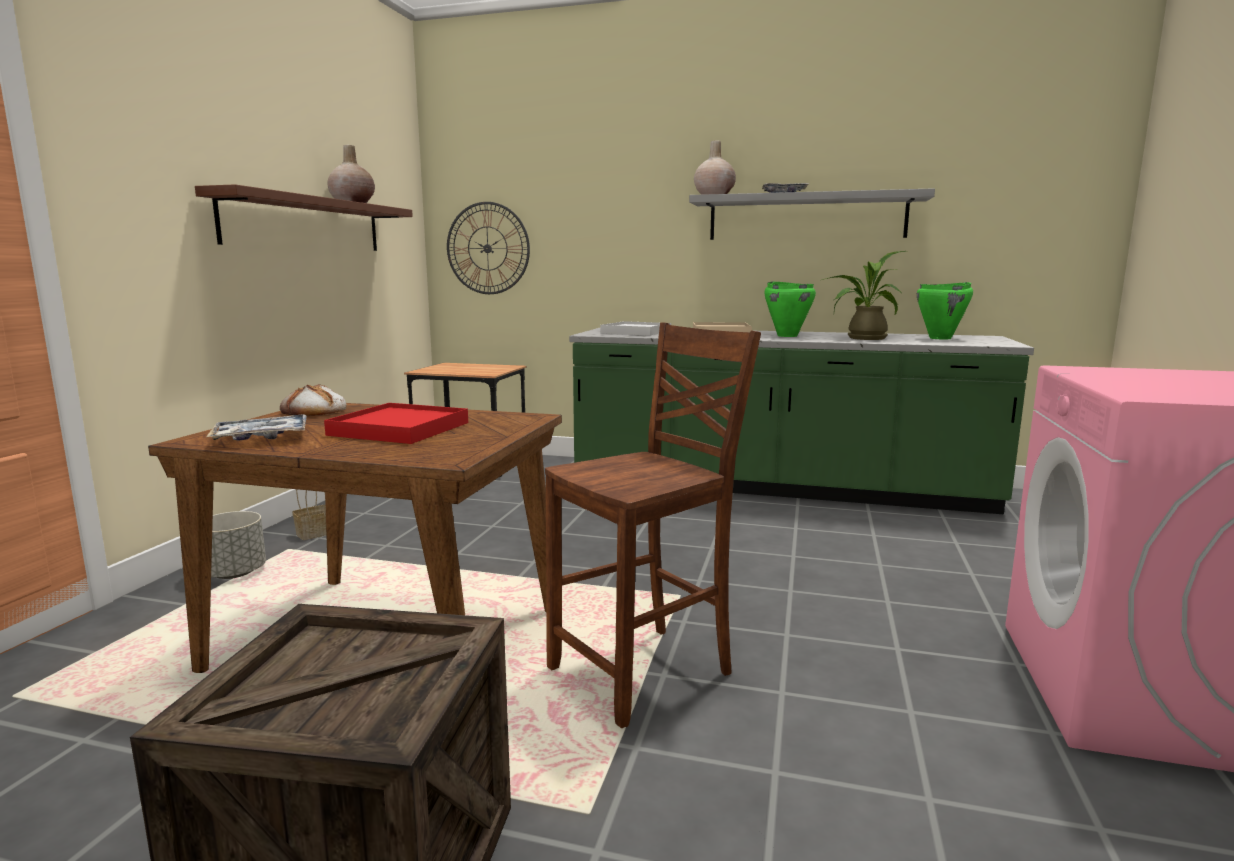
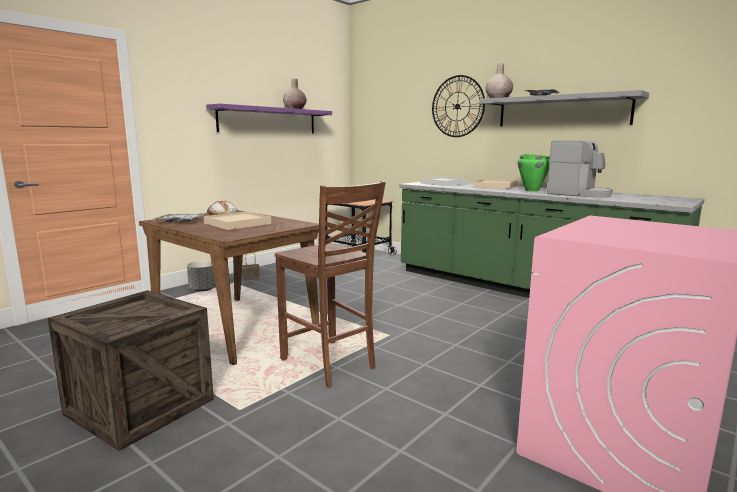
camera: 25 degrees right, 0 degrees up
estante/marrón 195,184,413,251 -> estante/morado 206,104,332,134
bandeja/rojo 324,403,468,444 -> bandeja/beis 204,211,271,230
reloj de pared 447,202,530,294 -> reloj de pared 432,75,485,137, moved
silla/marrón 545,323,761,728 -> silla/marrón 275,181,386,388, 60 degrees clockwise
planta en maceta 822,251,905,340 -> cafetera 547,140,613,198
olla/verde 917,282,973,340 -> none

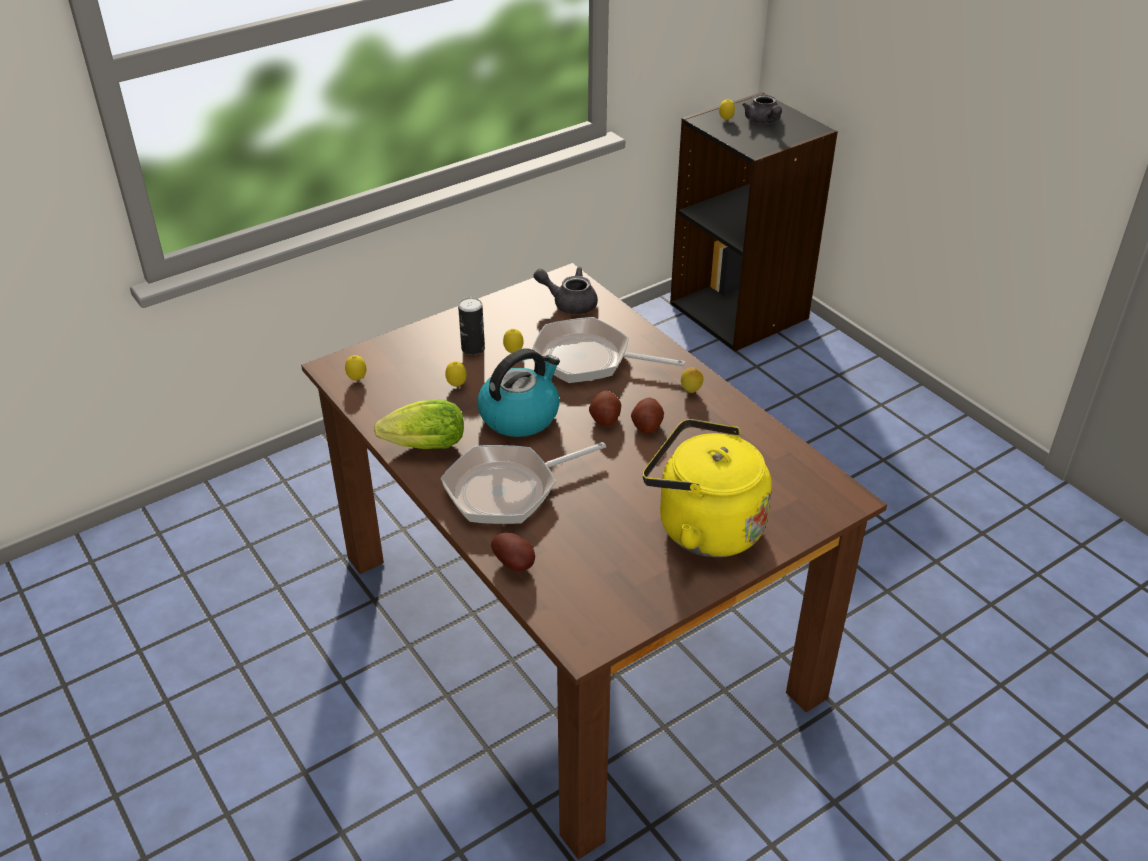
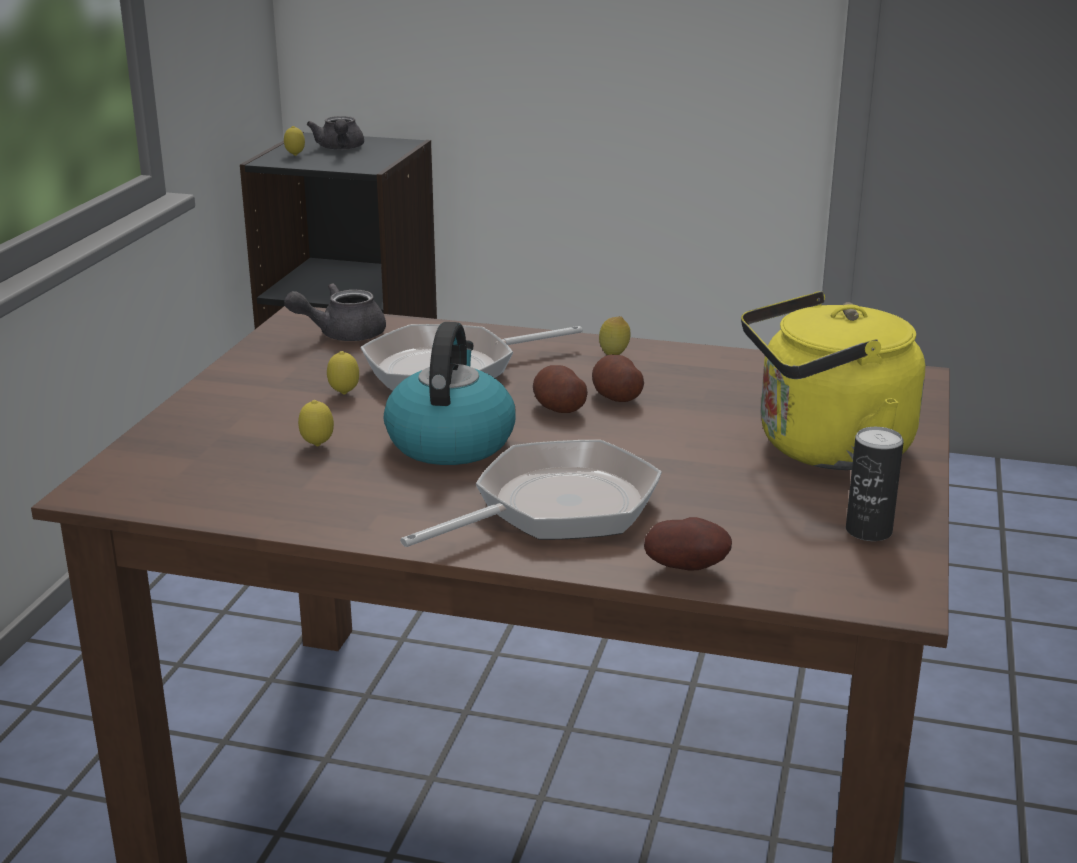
camera: 40 degrees left, 15 degrees down
limón 345,355,366,381 -> none
lechuga 374,400,464,449 -> none
sartén 441,442,606,524 -> sartén 400,440,662,547, 150 degrees counterclockwise
lata 458,297,485,355 -> lata 846,427,904,541, moved
tetera/gris 742,94,782,124 -> tetera/gris 307,116,364,150, 45 degrees clockwise

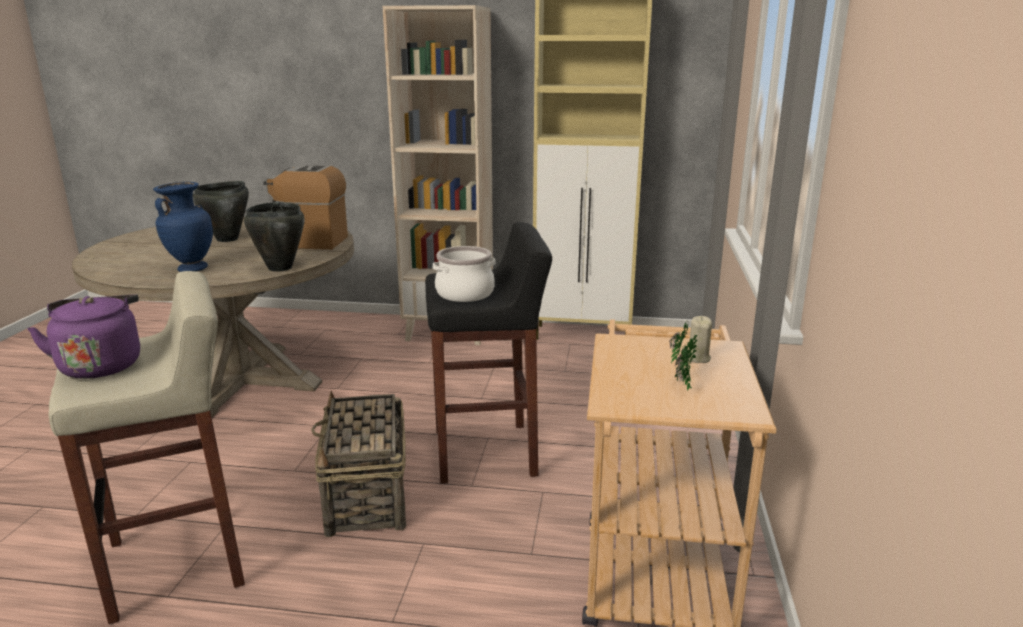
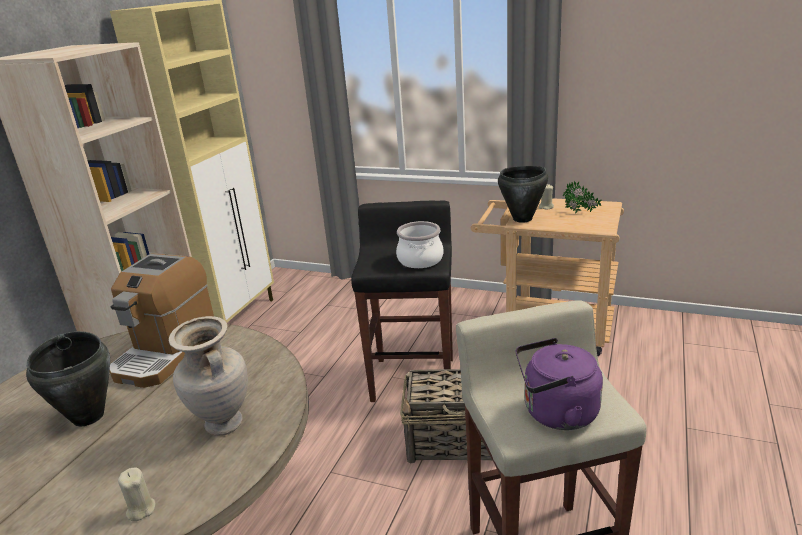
camera: 75 degrees left, 5 degrees up
florero/azul 153,182,213,272 -> florero/beis 169,316,248,436
olla/negro 244,202,305,272 -> olla/negro 498,166,548,223, moved
none -> vela/beis 118,468,155,521

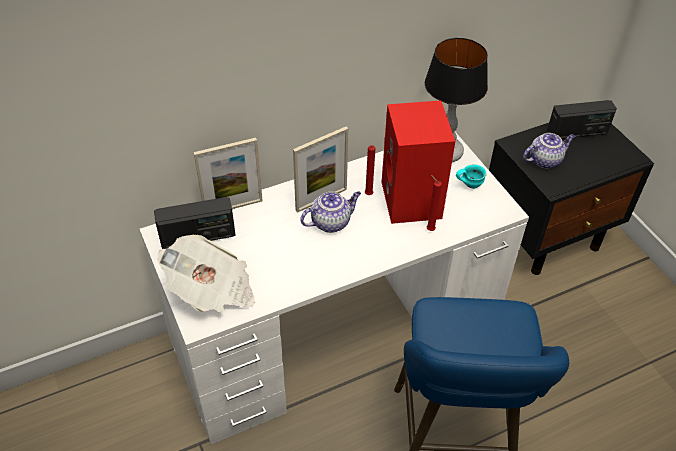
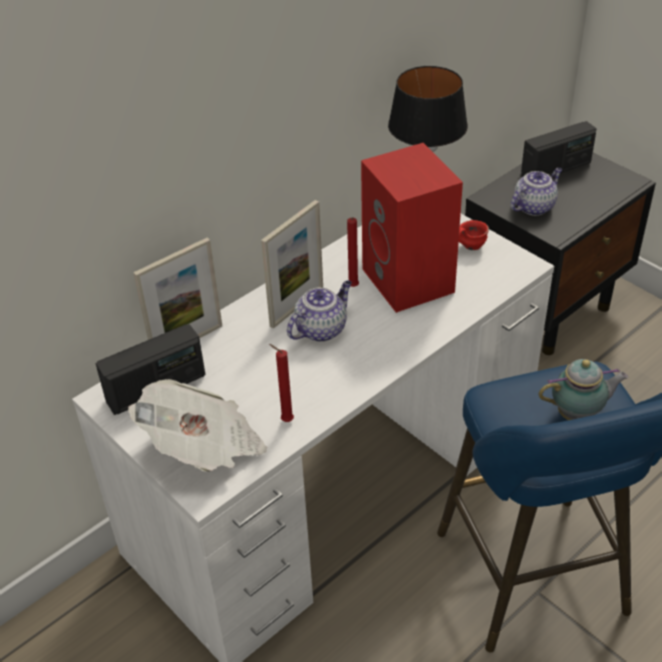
camera: 15 degrees left, 5 degrees down
vela/rojo 426,175,442,231 -> vela/rojo 269,344,294,422, moved
taza grande/turquesa 456,164,486,189 -> taza grande/rojo 459,220,489,250
none -> tetera 538,359,628,420

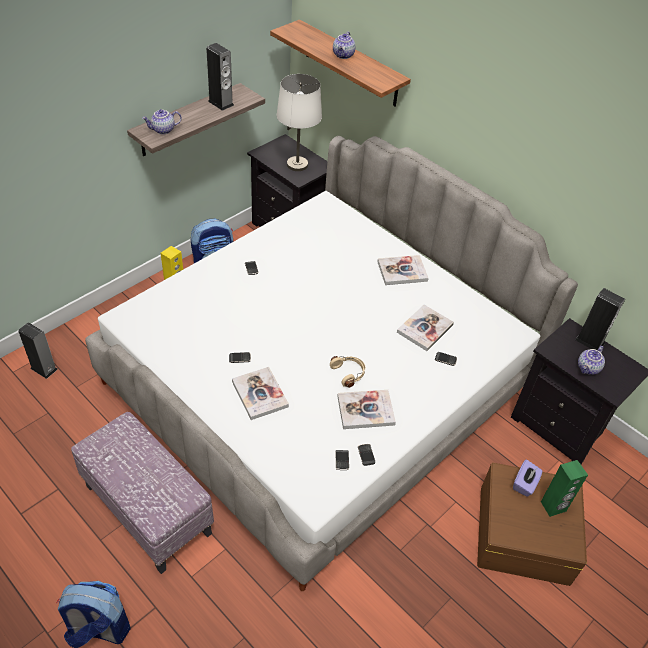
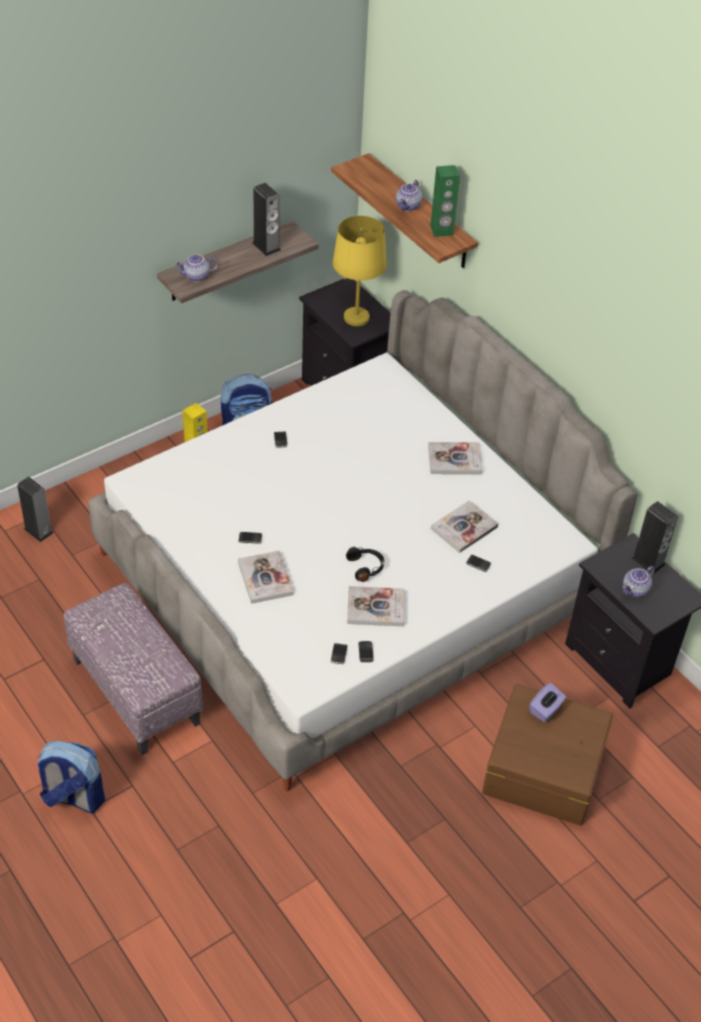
camera: 10 degrees right, 0 degrees up
lámpara de mesa/blanco 276,74,322,171 -> lámpara de mesa/amarillo 333,216,387,326
auriculares/beis 330,356,365,388 -> auriculares/negro 346,547,384,582
altavoz/verde 541,460,588,517 -> altavoz/verde 431,165,460,237, moved

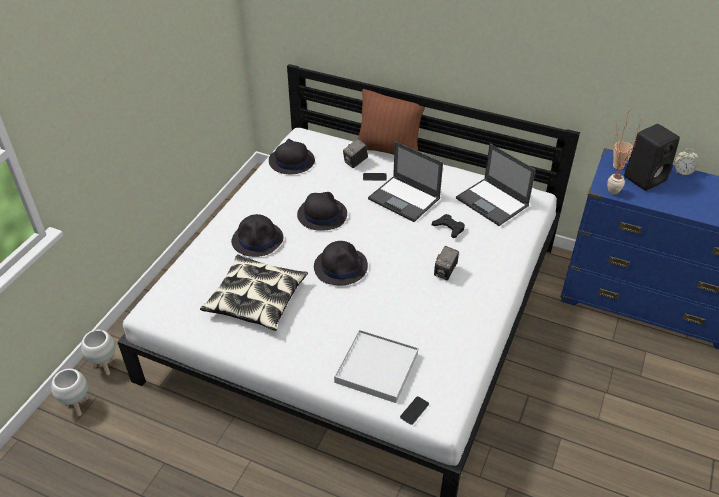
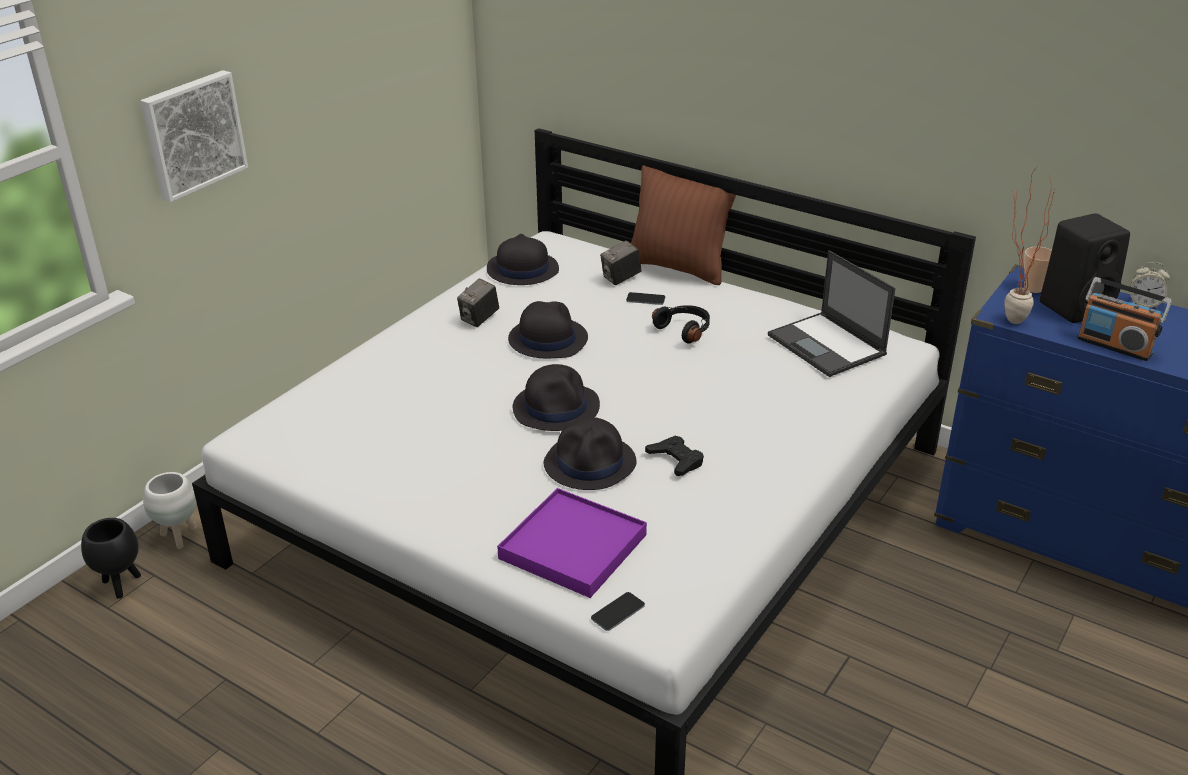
camera: 10 degrees right, 10 degrees down
maceta/blanco 51,369,89,416 -> maceta/negro 81,518,141,599
cojín 200,254,308,331 -> none
sombrero/negro 231,214,283,257 -> sombrero/negro 544,417,637,490, moved
bandeja/blanco 334,330,418,403 -> bandeja/morado 497,488,647,598
portátil 368,141,443,222 -> auriculares/negro 652,305,710,344
mando de consola/negro 432,214,465,238 -> mando de consola/negro 645,436,704,476, moved
cámara 434,246,459,281 -> cámara 457,278,499,327, moved
none -> cuadro 140,70,248,202
none -> radio 1077,277,1172,361

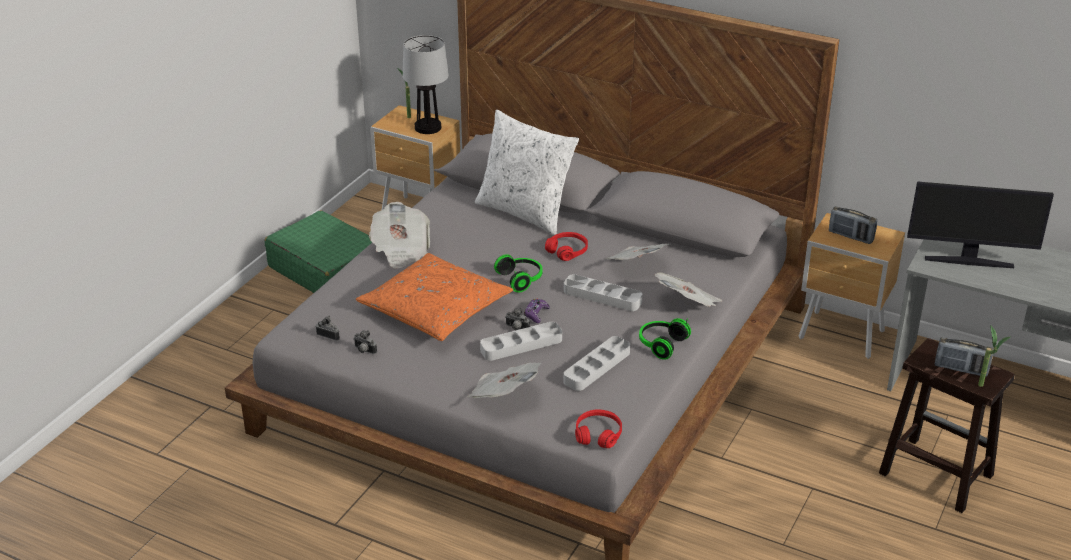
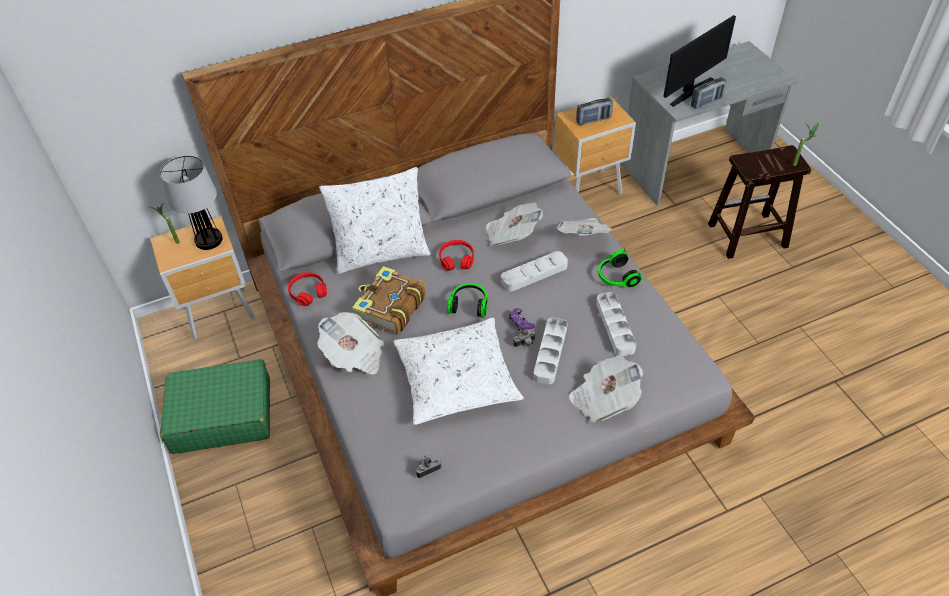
camera: 50 degrees left, 15 degrees up
cámara 354,330,377,354 -> none
cojín/naranja 356,253,513,341 -> cojín/blanco 393,318,524,425
auriculares/rojo 575,409,622,448 -> auriculares/rojo 288,272,327,306, moved
radio 935,337,993,377 -> radio 691,77,727,109, moved
none -> libro 352,266,426,335

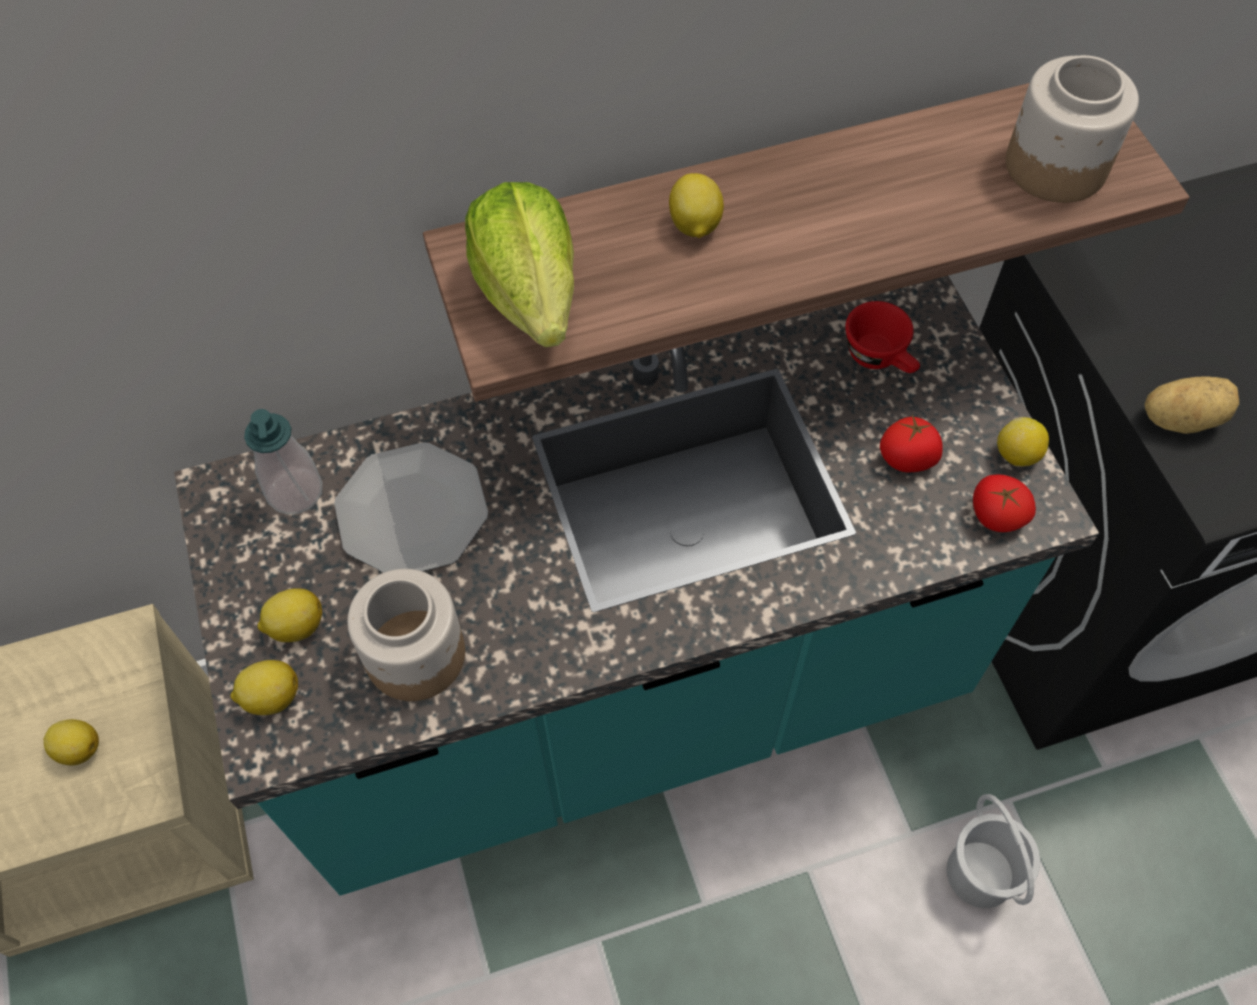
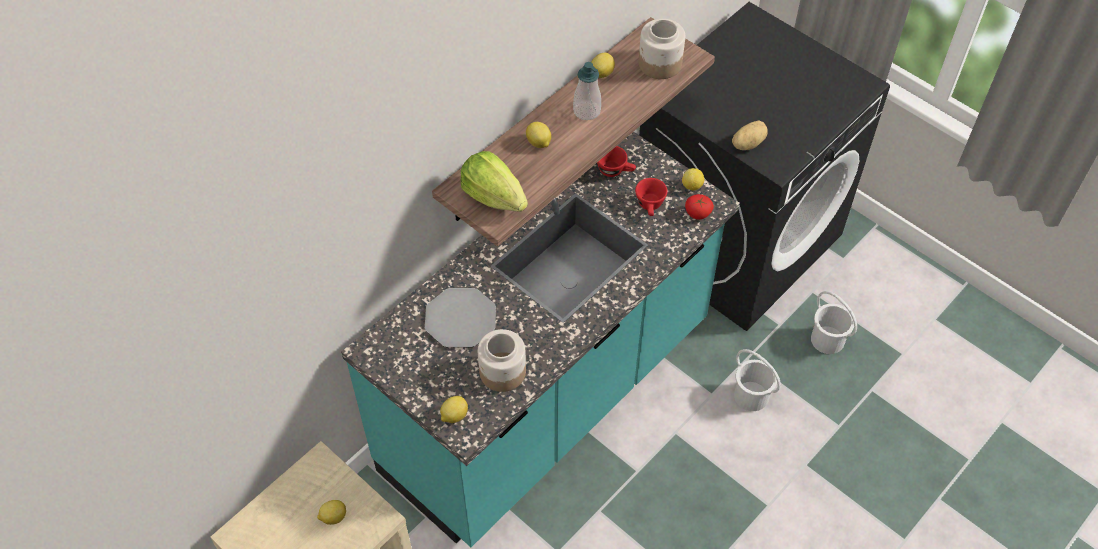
camera: 30 degrees left, 5 degrees down
dispensador de jabón 244,409,323,515 -> dispensador de jabón 573,62,601,120, moved
limón 258,589,322,642 -> limón 591,52,615,78, moved
tomate 880,415,943,472 -> taza/rojo 635,178,668,216
none -> cubo/blanco 811,291,857,354

